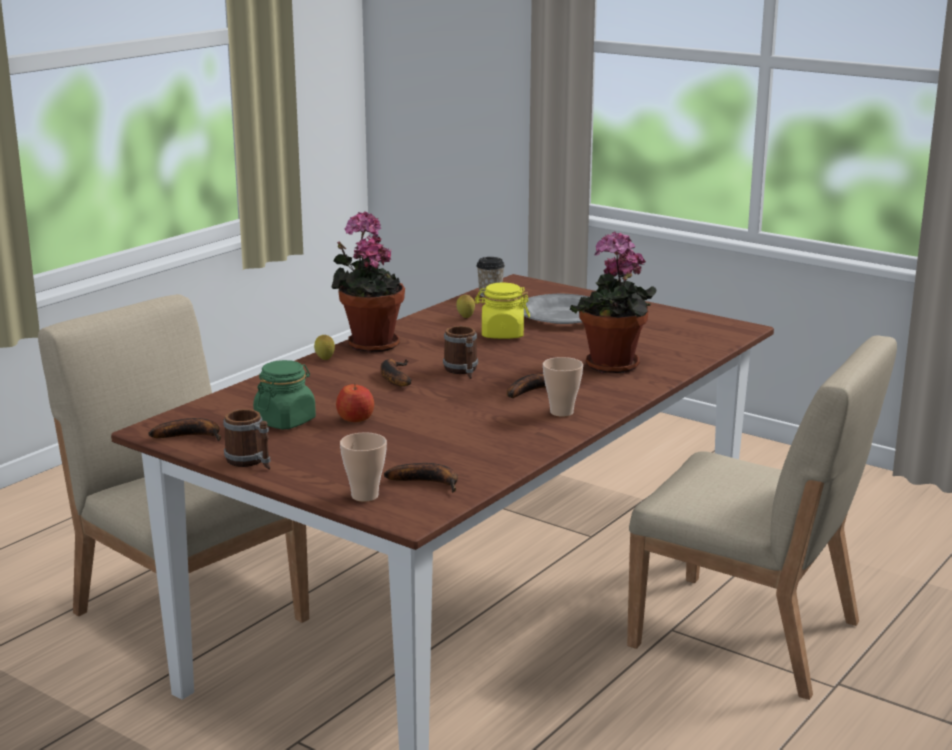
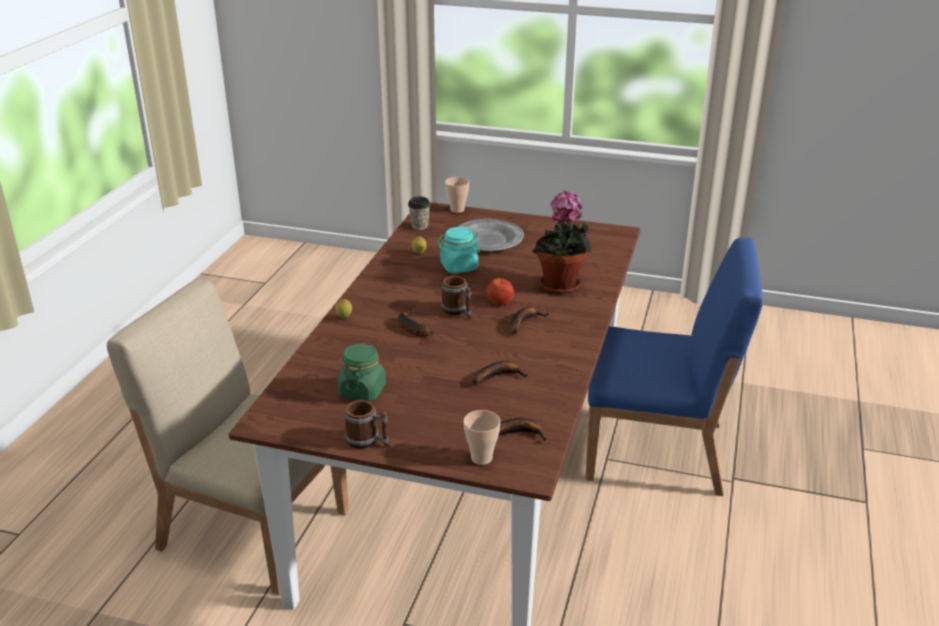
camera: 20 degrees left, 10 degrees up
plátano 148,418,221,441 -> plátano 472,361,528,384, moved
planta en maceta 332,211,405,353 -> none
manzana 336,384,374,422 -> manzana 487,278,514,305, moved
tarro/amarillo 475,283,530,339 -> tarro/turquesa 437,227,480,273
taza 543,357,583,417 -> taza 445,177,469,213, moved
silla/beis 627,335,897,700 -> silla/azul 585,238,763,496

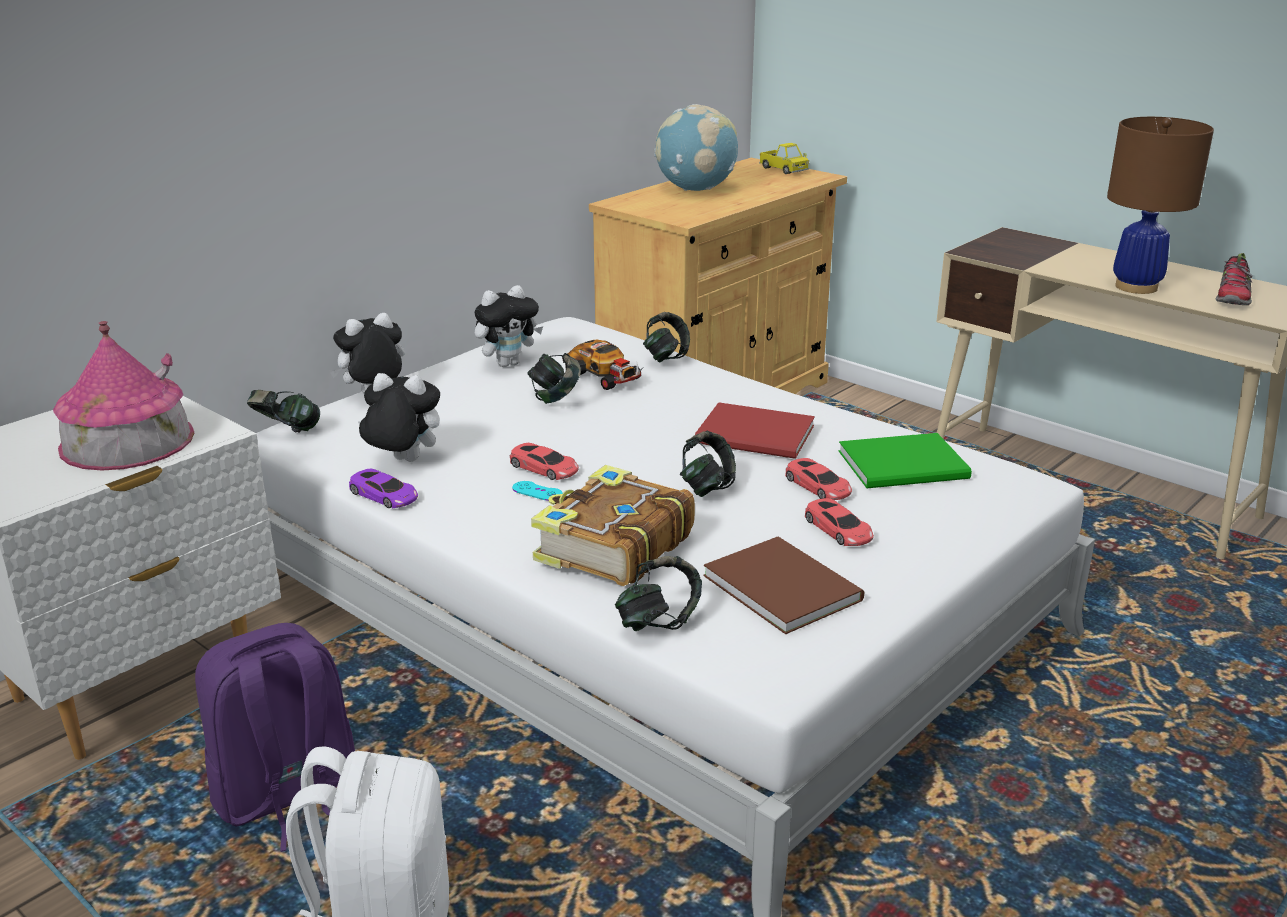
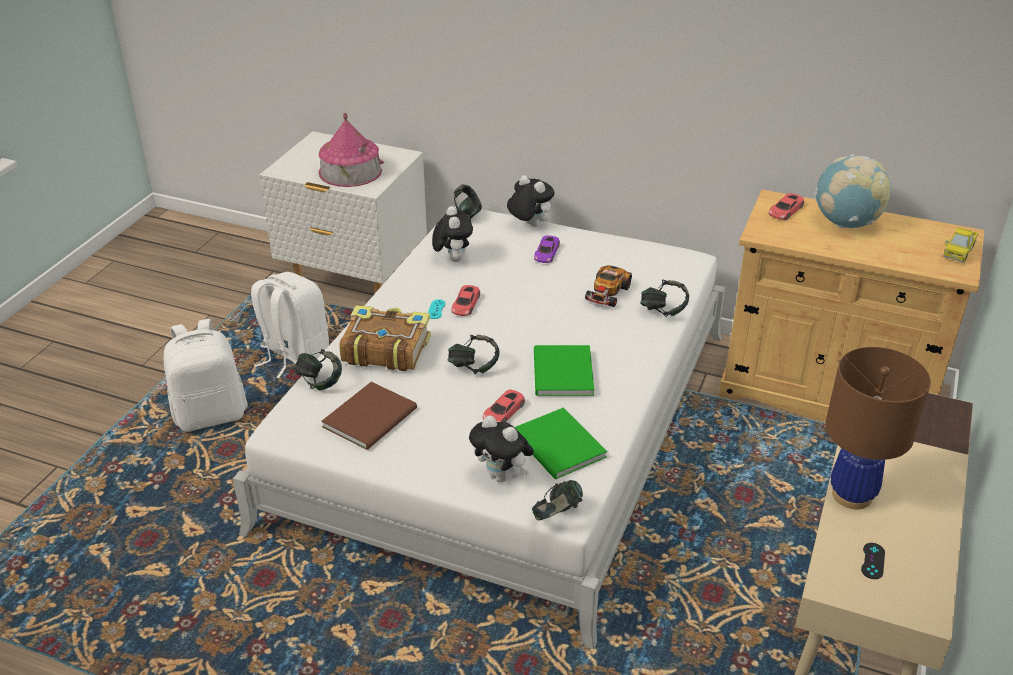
camera: 70 degrees right, 10 degrees up
mochila/morado 195,623,355,852 -> mochila/blanco 251,272,329,378
coche de juguete/morado 349,469,418,508 -> coche de juguete/morado 534,236,560,263, moved
peluche 475,285,543,367 -> peluche 469,415,534,482, moved
auriculares 527,353,581,404 -> auriculares 532,480,583,520, moved
libro/rojo 695,402,815,459 -> libro/verde 534,345,594,396
coche de juguete/rojo 805,498,874,546 -> coche de juguete/rojo 768,193,804,220, moved
zapato 1215,253,1252,305 -> mando de consola/negro 861,543,885,579

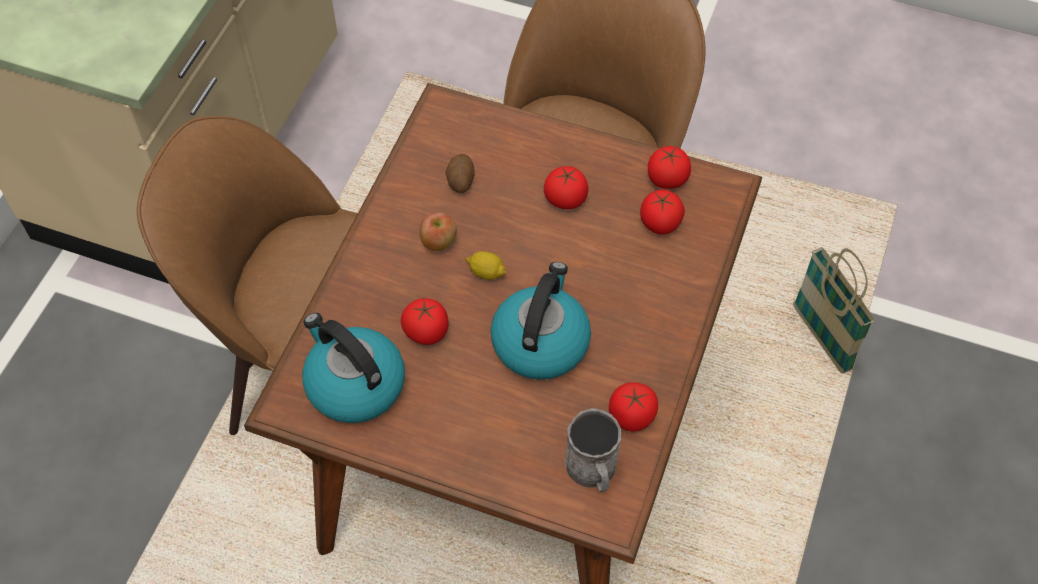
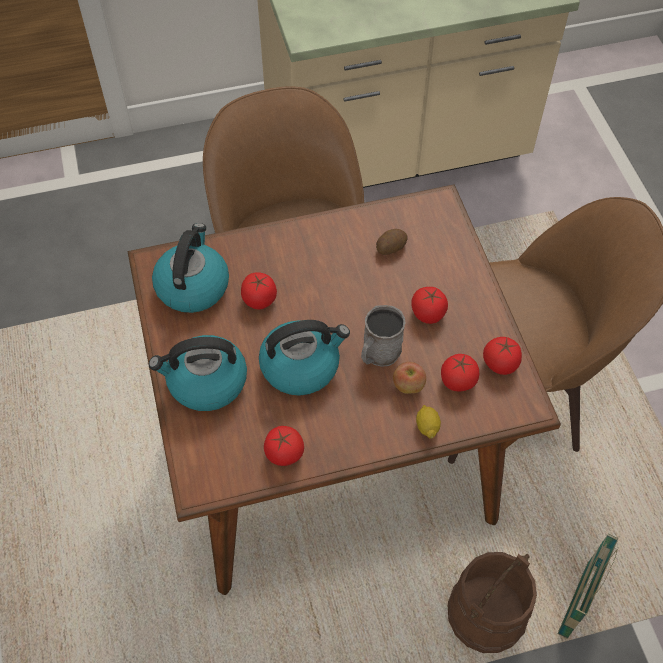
camera: 55 degrees right, 0 degrees up
manzana 419,212,457,251 -> manzana 393,362,426,394, moved
limón 466,251,506,280 -> limón 416,405,441,438, moved
taza grande/gris 565,408,621,492 -> taza grande/gris 361,305,406,367, moved
none -> hervidor 149,335,247,411
none -> cubo/marrón 447,552,537,653

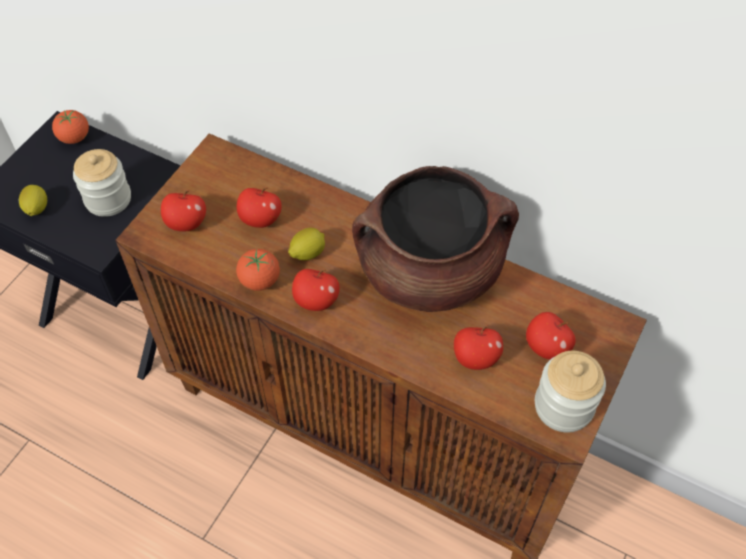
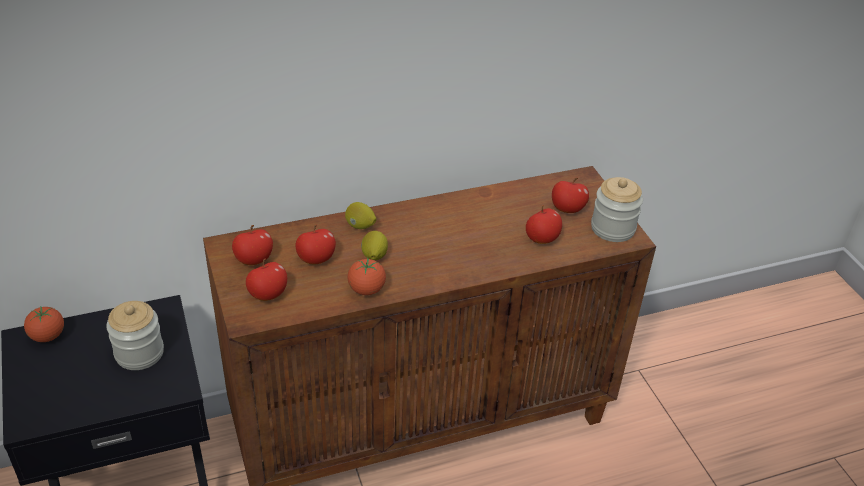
camera: 50 degrees left, 15 degrees down
limón 19,185,47,216 -> limón 345,202,376,229, moved
manzana 292,269,340,311 -> manzana 232,225,273,265, moved
olla/marrón 352,166,519,312 -> none

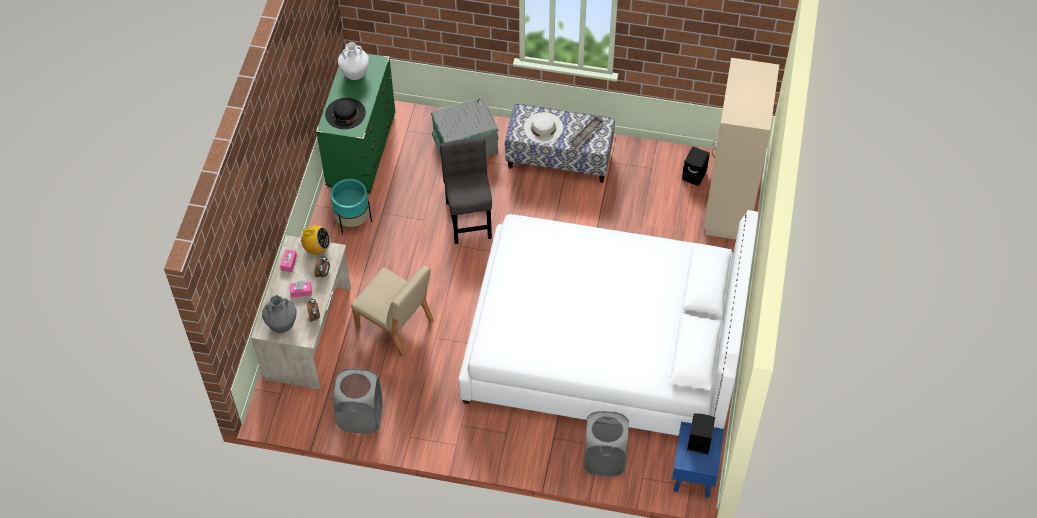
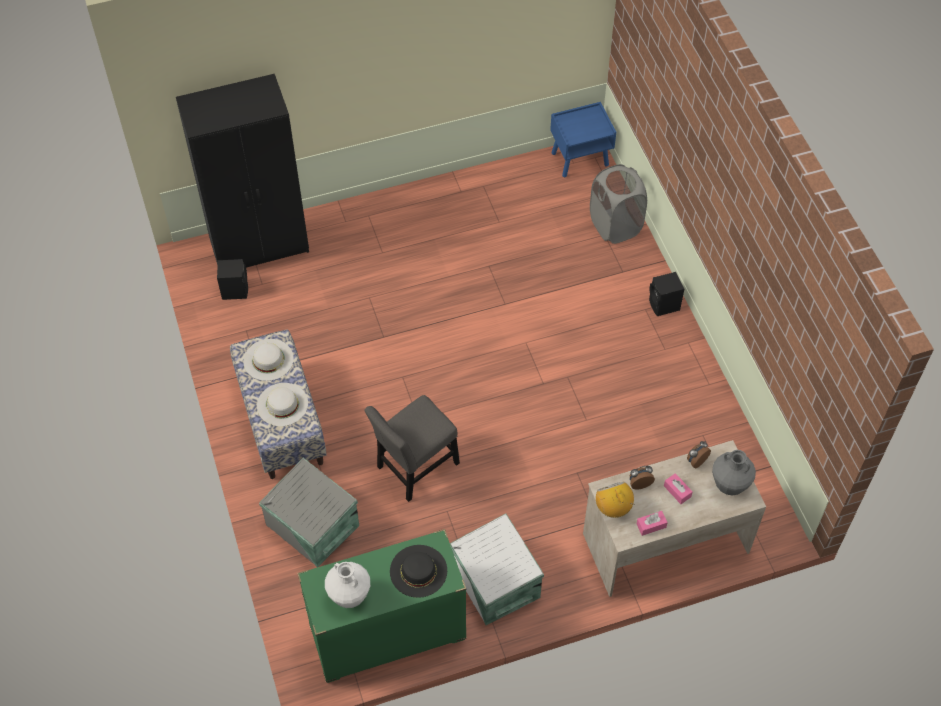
camera: 120 degrees left, 0 degrees up
maceta/turquesa 330,179,372,235 -> caja de almacenaje/blanco 450,513,544,625
cesto de la ropa/gris 333,368,382,433 -> none
silla/beis 351,266,434,357 -> none
cama/blanco 458,210,758,436 -> none
bandeja 569,115,604,149 -> sombrero/blanco 243,339,294,381
altavoz/negro 687,413,715,454 -> altavoz/negro 649,272,684,316, moved
armario ropero/beis 703,58,779,239 -> armario ropero/negro 176,74,309,268

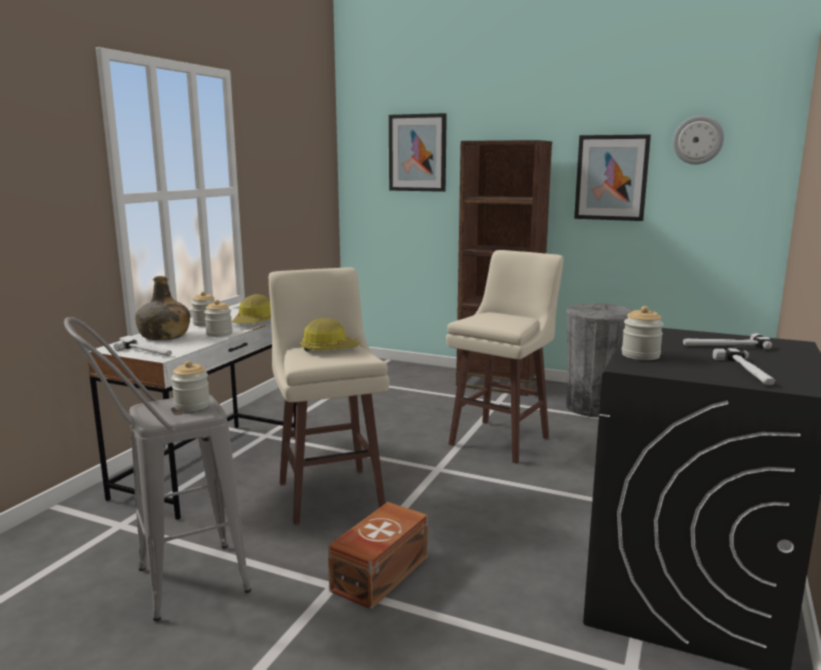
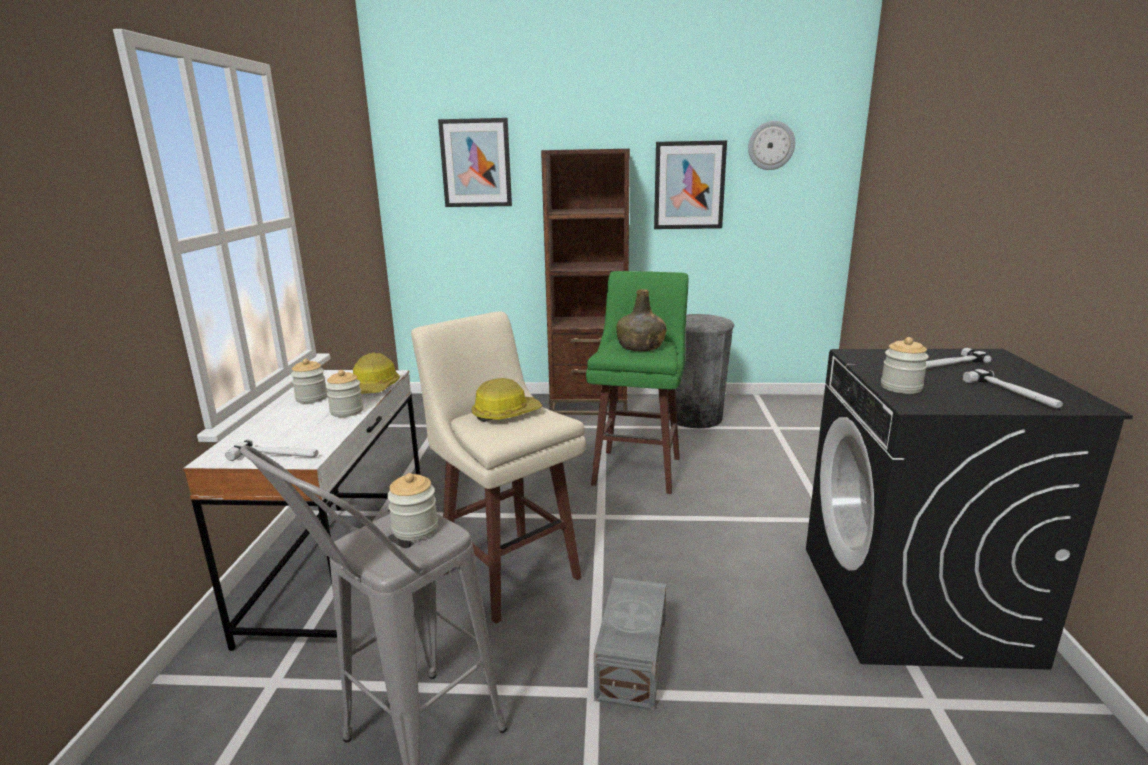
camera: 20 degrees left, 5 degrees up
botella/verde 135,276,190,340 -> botella/verde 616,289,666,351, moved
caja de almacenaje/marrón 328,502,428,610 -> caja de almacenaje/gris 594,578,666,710
taburete/beis 446,250,564,464 -> taburete/verde 586,271,688,494

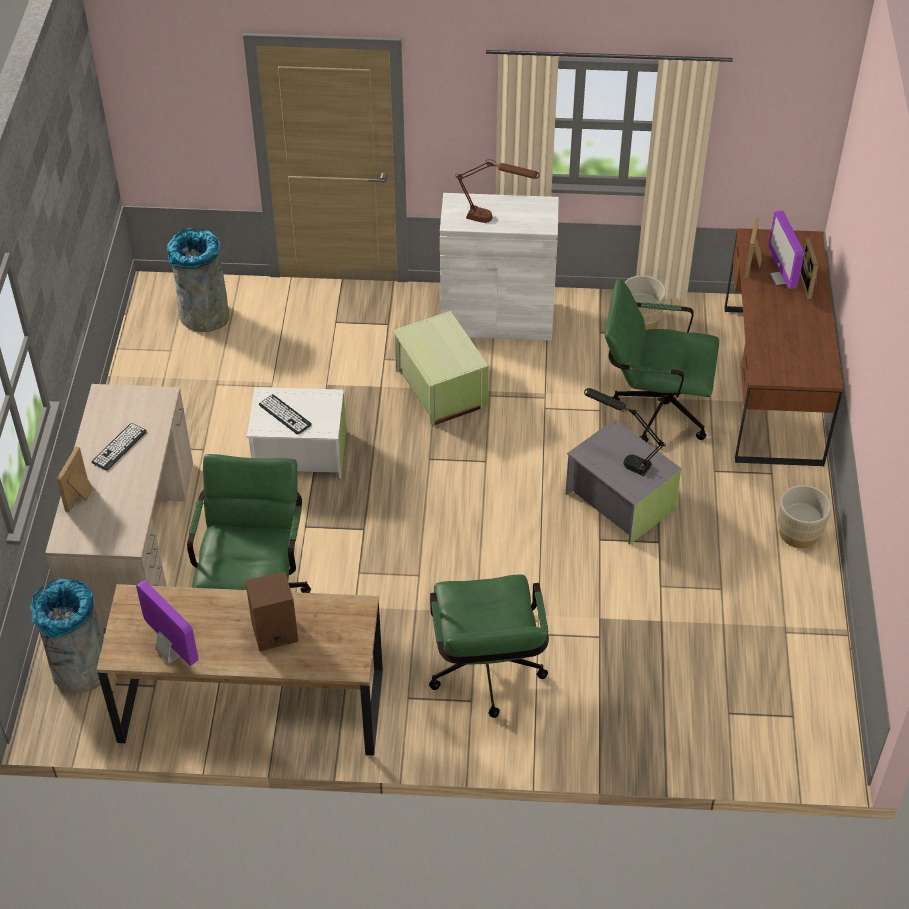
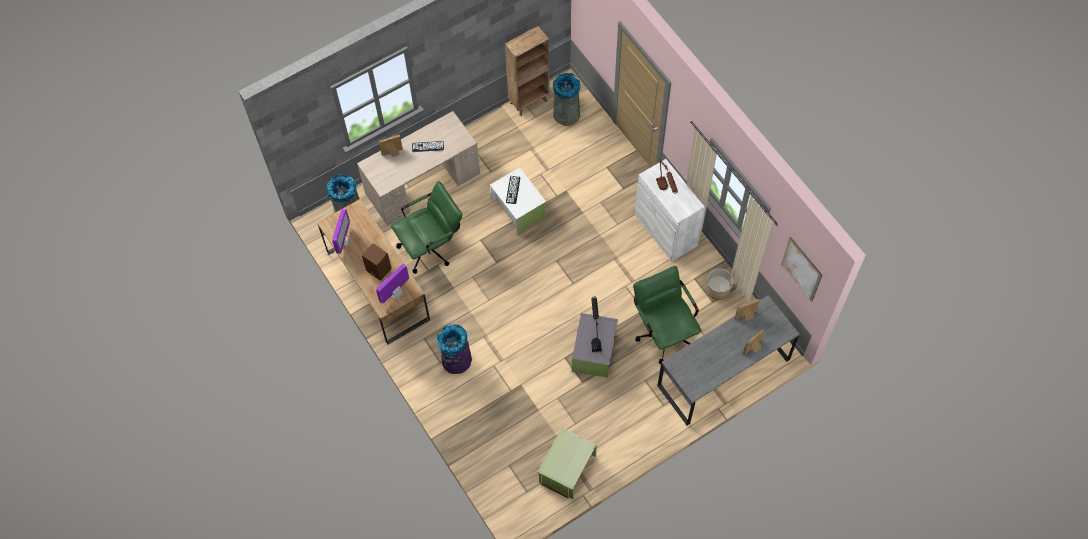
camera: 55 degrees right, 15 degrees up
caja de almacenaje/verde 393,311,489,425 -> caja de almacenaje/verde 538,428,597,499, moved
silla de oficina/verde 429,575,549,718 -> papelera/morado 437,324,472,374
escritorio/marrón 724,228,843,467 -> escritorio/gris 658,295,800,425
monitor 768,210,804,289 -> monitor 376,264,409,304, moved
maceta/beis 778,485,831,548 -> none
none -> estantería/marrón 505,26,550,116
none -> cuadro 781,237,822,302

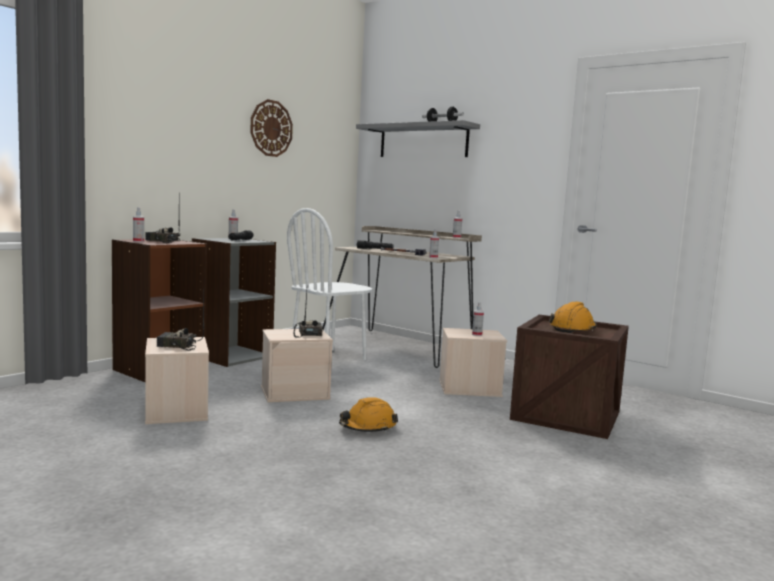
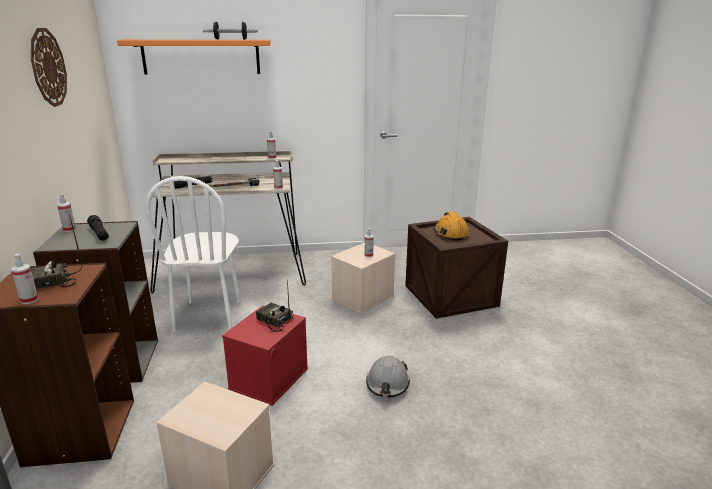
camera: 45 degrees left, 15 degrees up
radio 157,289,204,351 -> none
caja de almacenaje/beis 261,329,333,402 -> caja de almacenaje/rojo 222,305,308,406
casco/naranja 339,397,398,432 -> casco/gris 366,356,410,397
estante/gris 356,120,480,157 -> estante/naranja 117,39,271,75

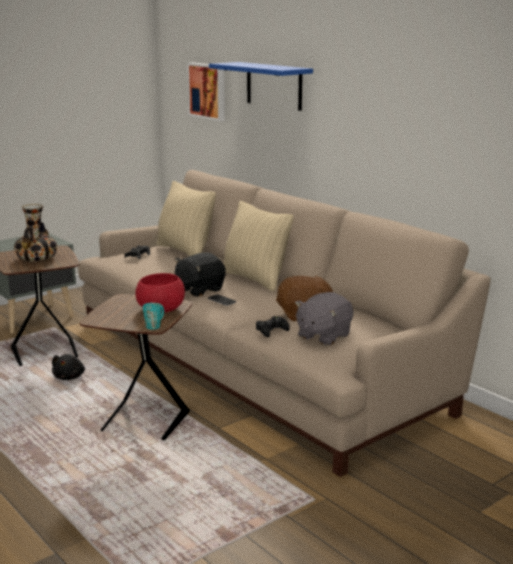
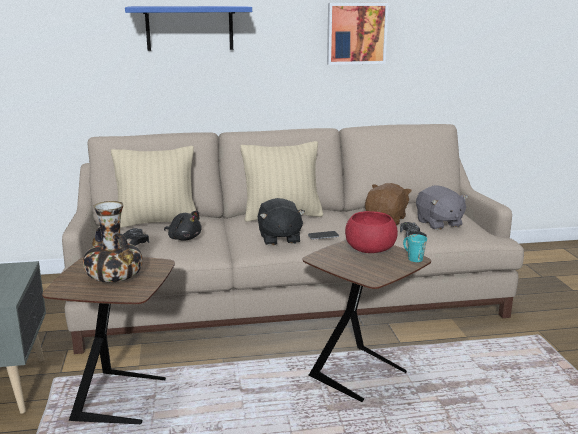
camera: 60 degrees left, 0 degrees up
peluche/negro 52,354,85,380 -> peluche/negro 164,211,201,241, moved
cuadro 187,62,225,121 -> cuadro 327,3,388,65, moved

